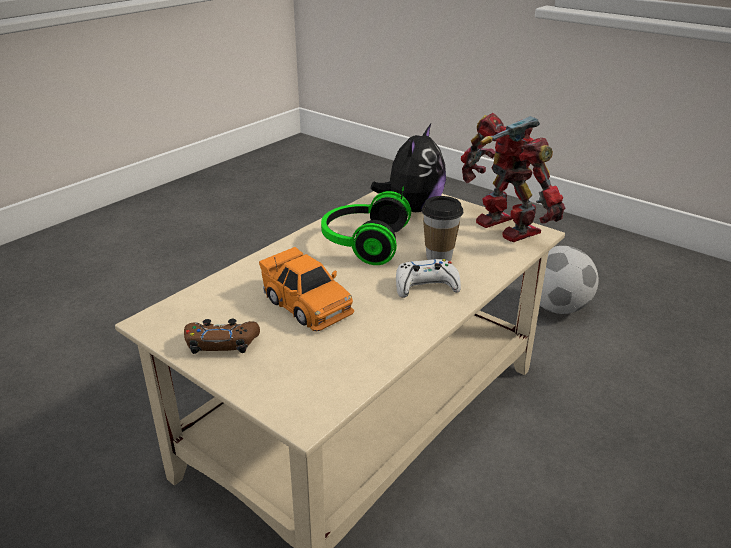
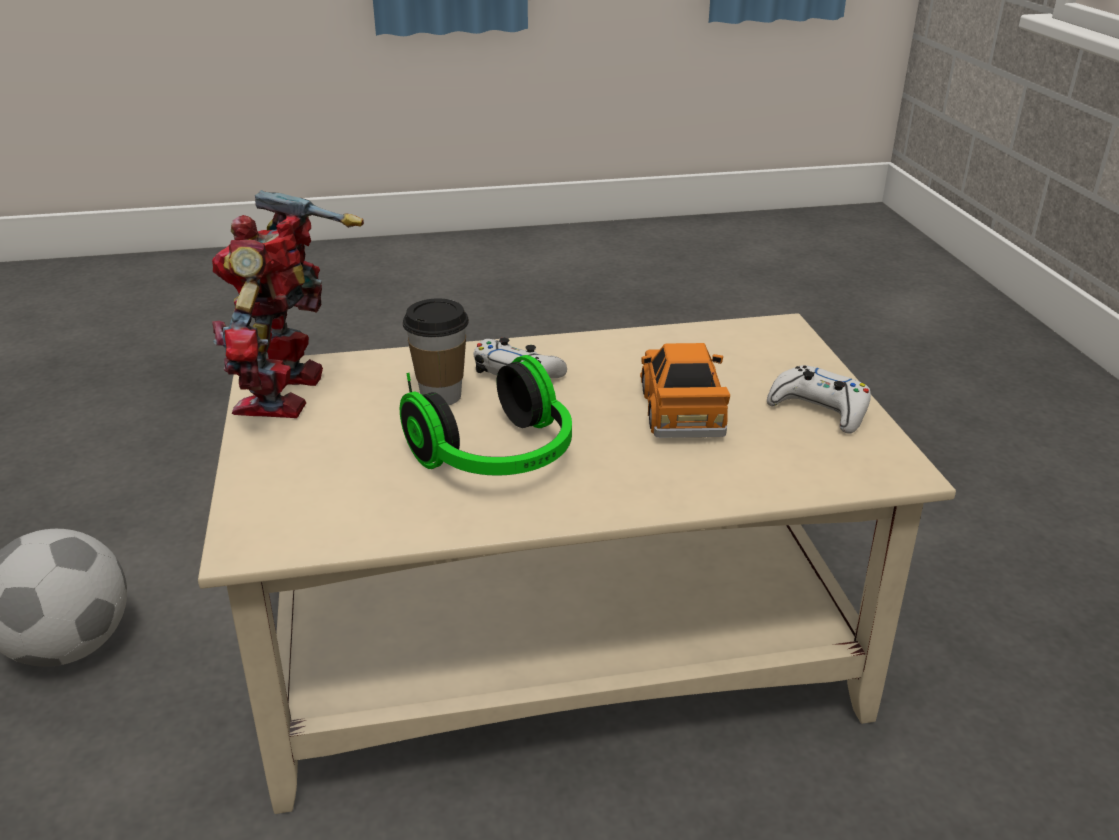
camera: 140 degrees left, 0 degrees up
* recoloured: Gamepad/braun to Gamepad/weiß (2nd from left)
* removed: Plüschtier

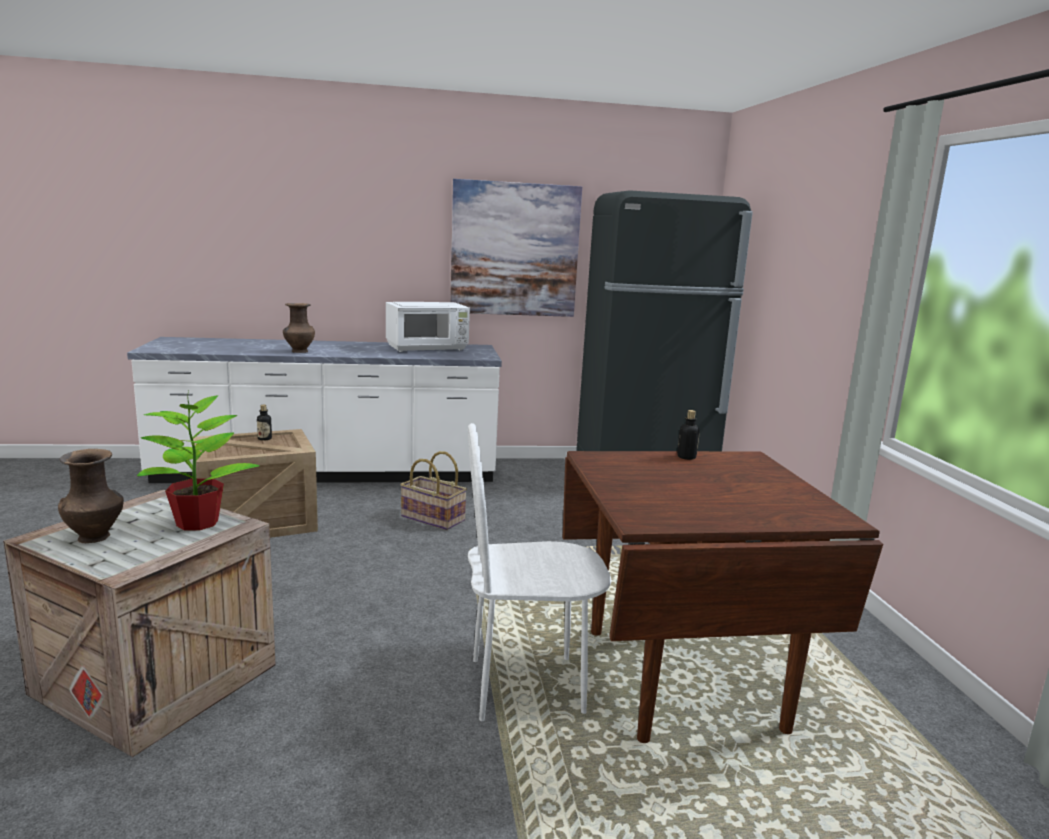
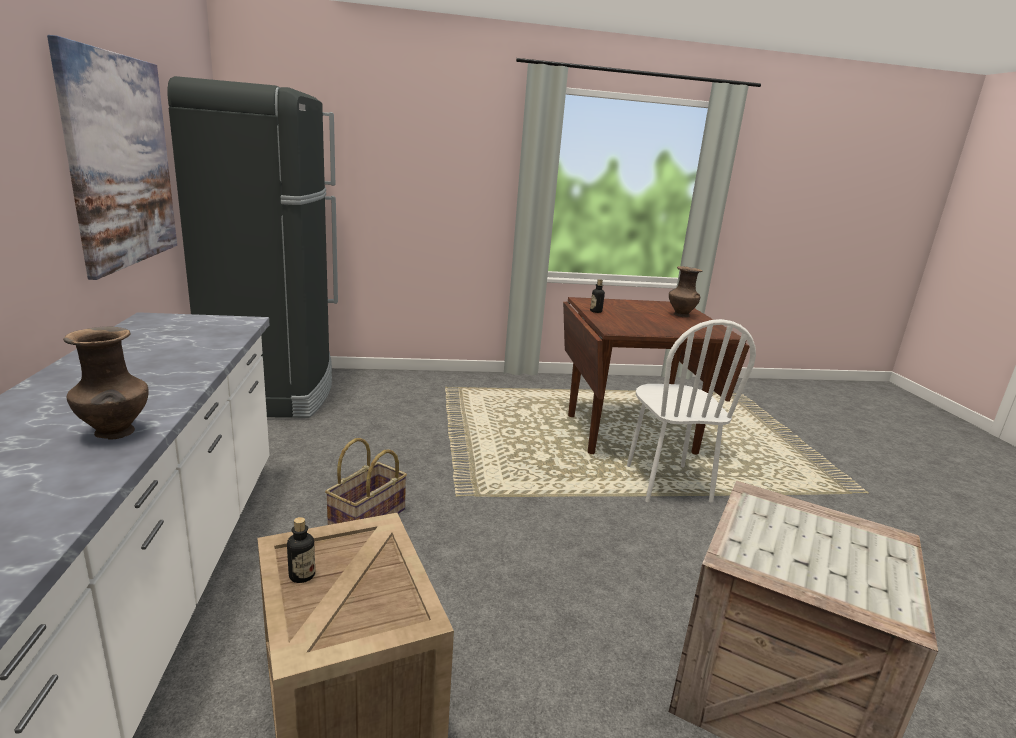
camera: 90 degrees left, 5 degrees up
* moved: Vase/braun (1st from left in the first image) to Vase/braun (2nd from left)
* removed: Topfpflanze
* removed: Mikrowelle/weiß

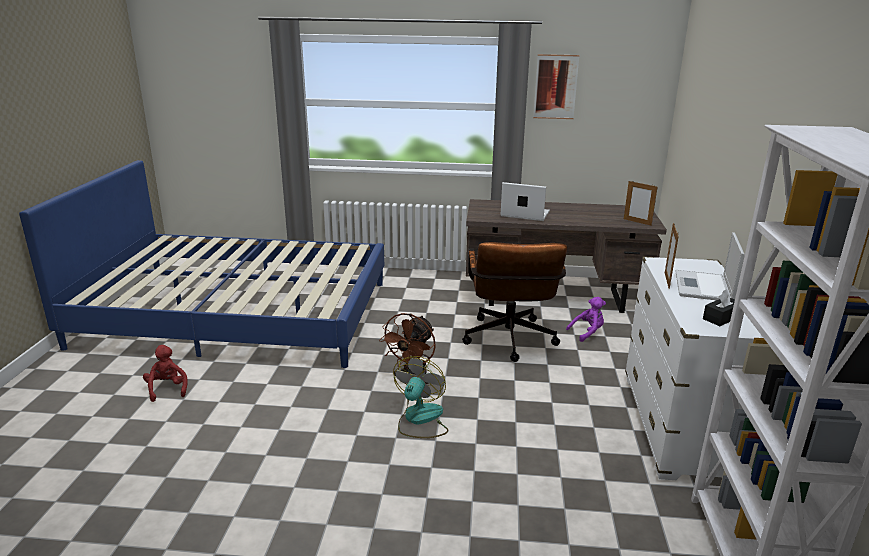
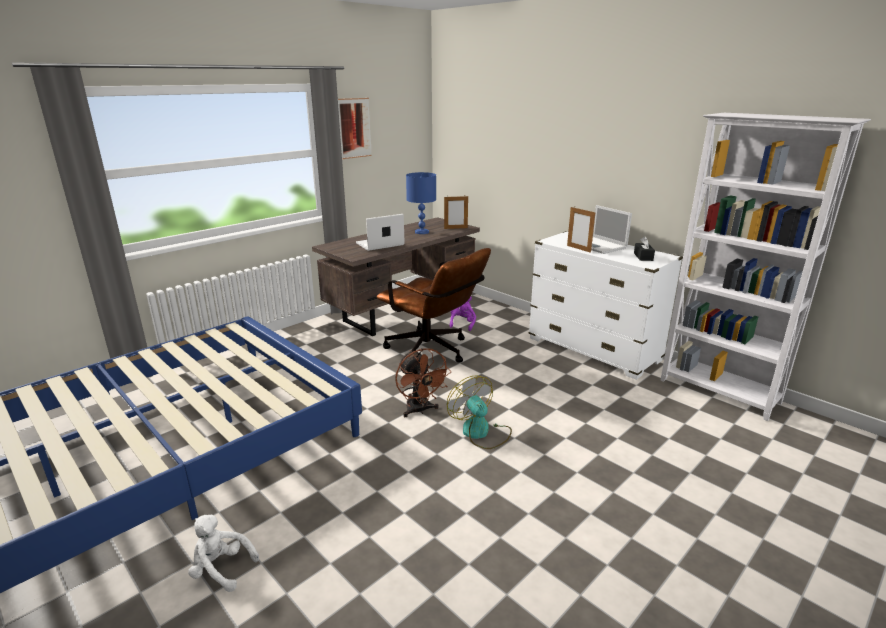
camera: 50 degrees left, 0 degrees up
* recoloured: Plüschtier/rot to Plüschtier/weiß
* added: Tischlampe/blau

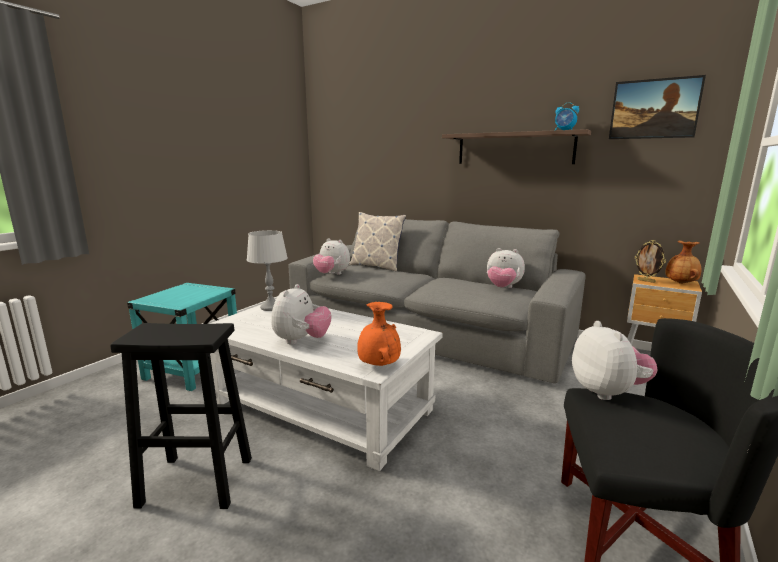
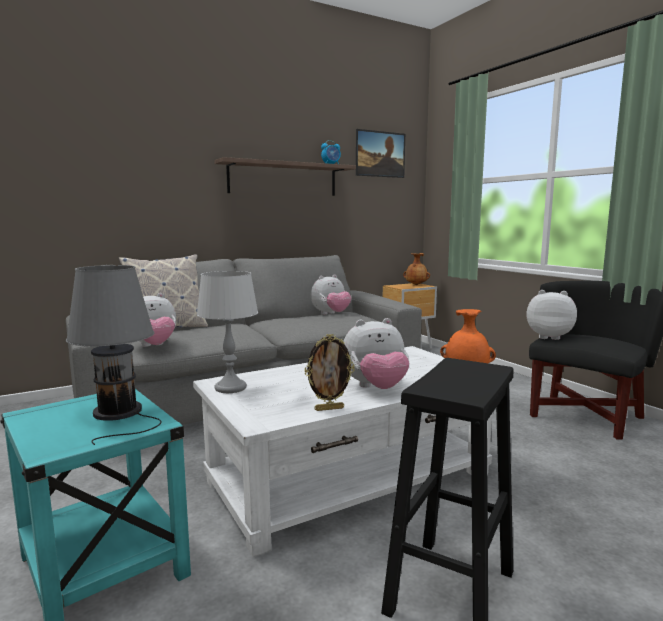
camera: 60 degrees left, 5 degrees down
* added: Tischlampe/grau (1st from left)
* moved: Bilderrahmen
* turned: Plüschtier (1st from left in the first image) 120 degrees clockwise

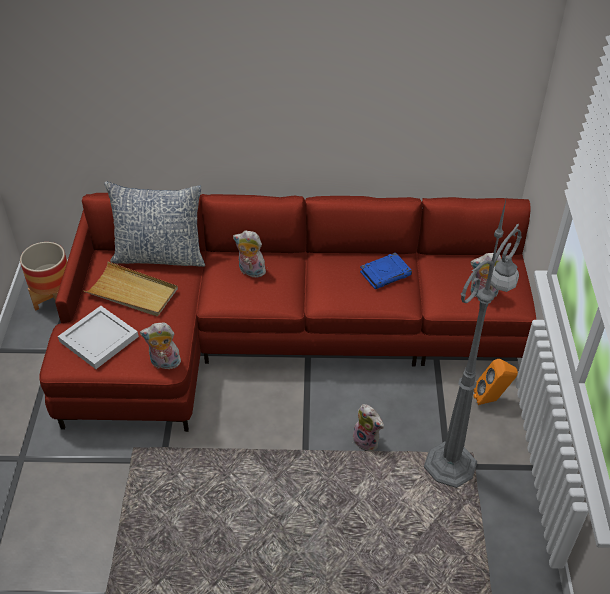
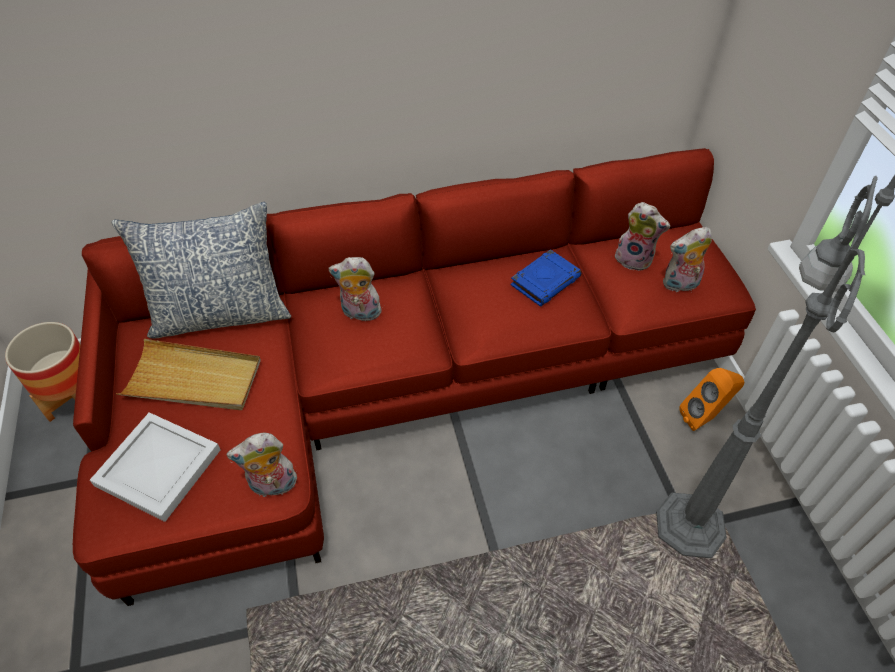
camera: 15 degrees left, 5 degrees up
* moved: Plüschtier (3rd from left)

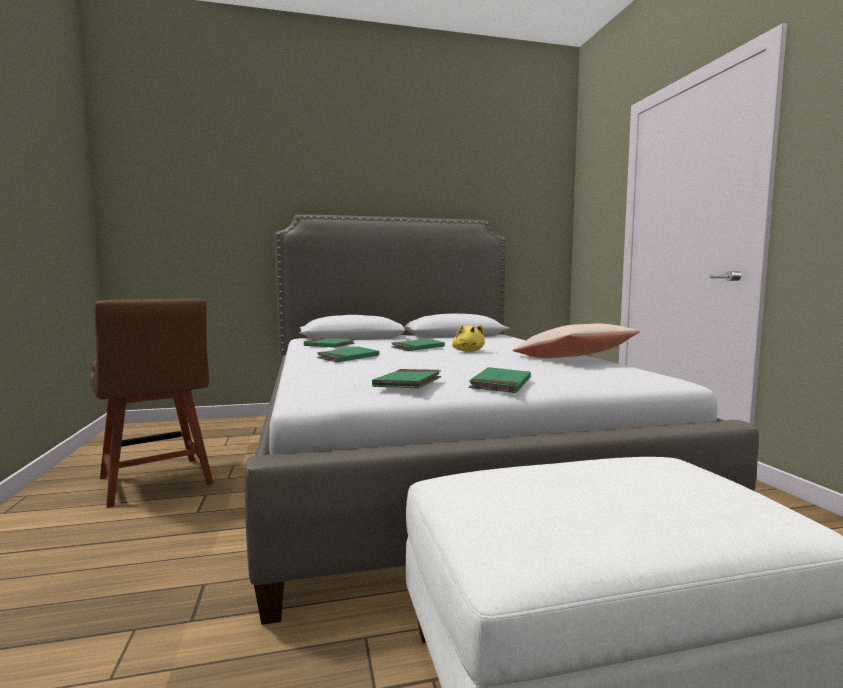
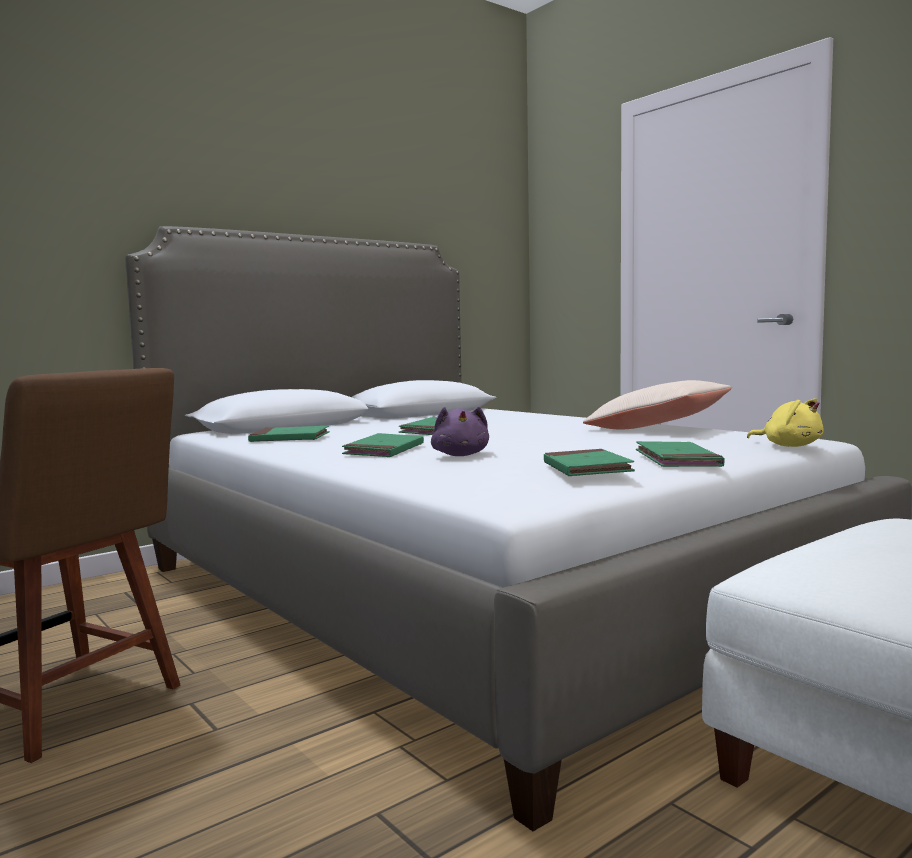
camera: 25 degrees left, 0 degrees up
* added: Plüschtier/lila
* moved: Plüschtier/gelb

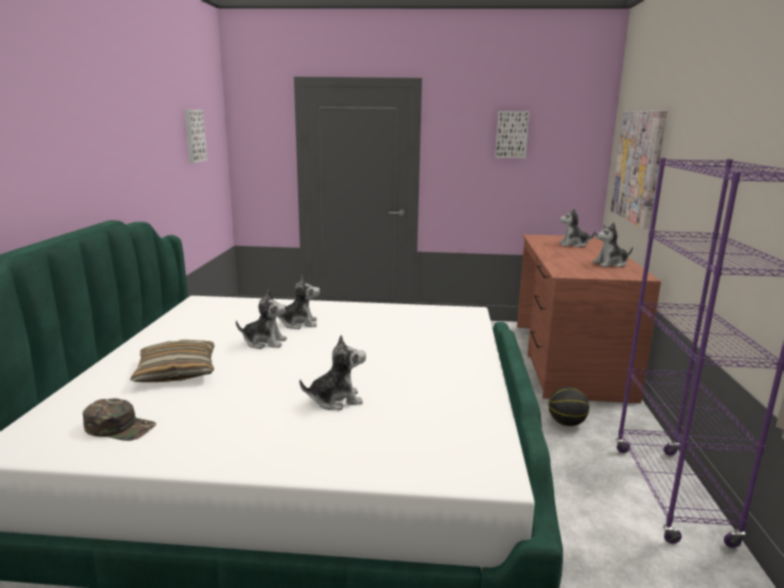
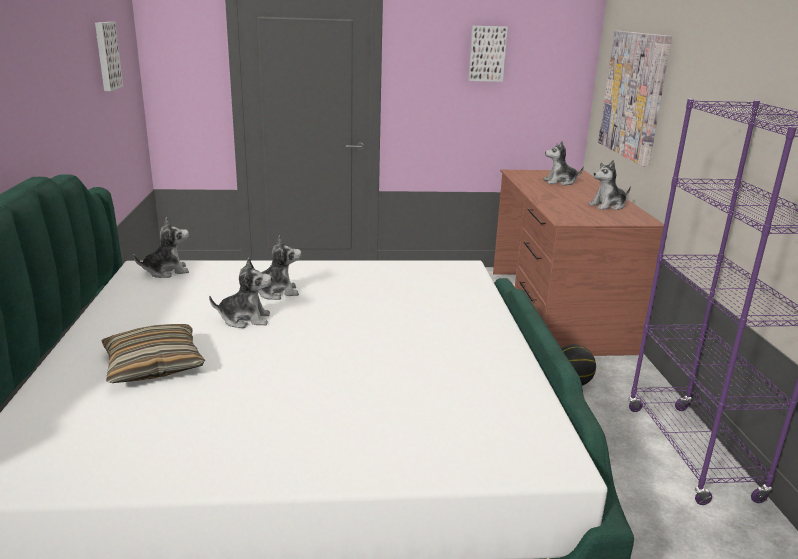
camera: 10 degrees left, 5 degrees up
* moved: Plüschtier (3rd from left in the first image) to Plüschtier (1st from left)
* removed: Kappe/grün

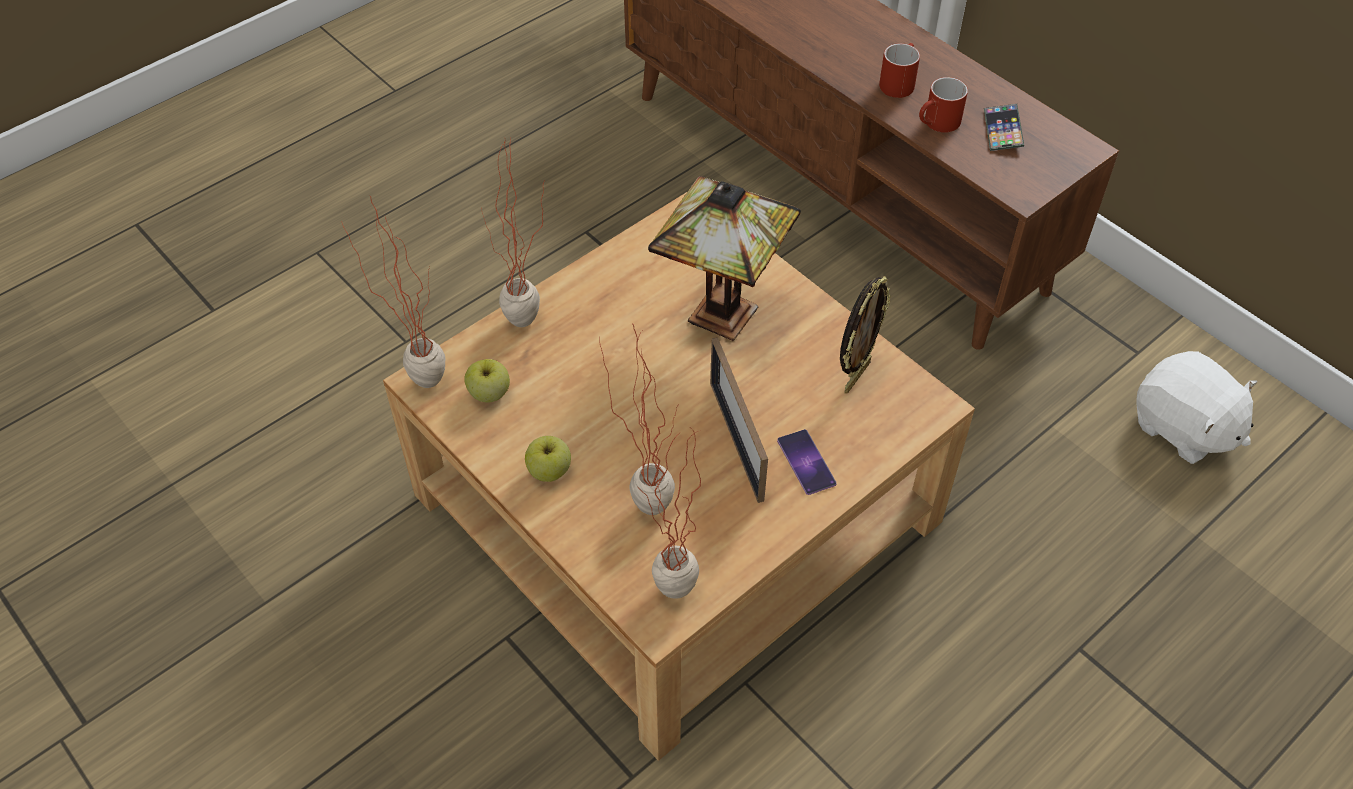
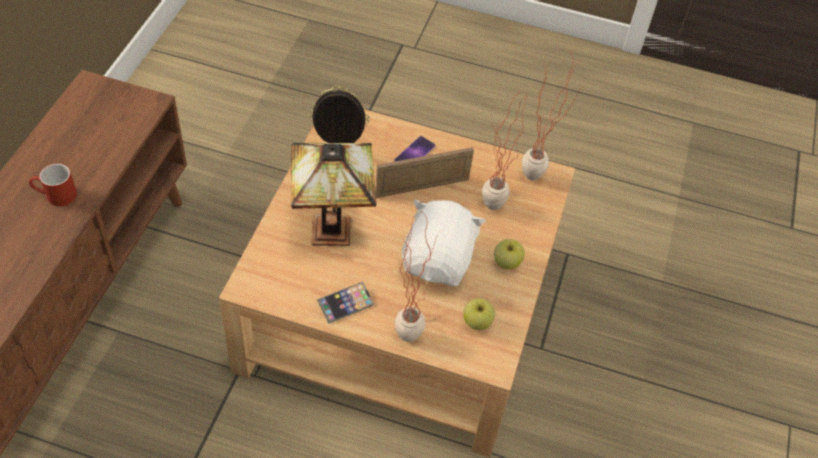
camera: 125 degrees left, 0 degrees up
* moved: Handy (2nd from left in the first image) to Handy (1st from left)
* turned: Bilderrahmen (1st from left in the first image) 150 degrees counterclockwise
* moved: Plüschtier/weiß
* removed: Topfpflanze (1st from left)
* removed: Henkelbecher/rot (2nd from left)

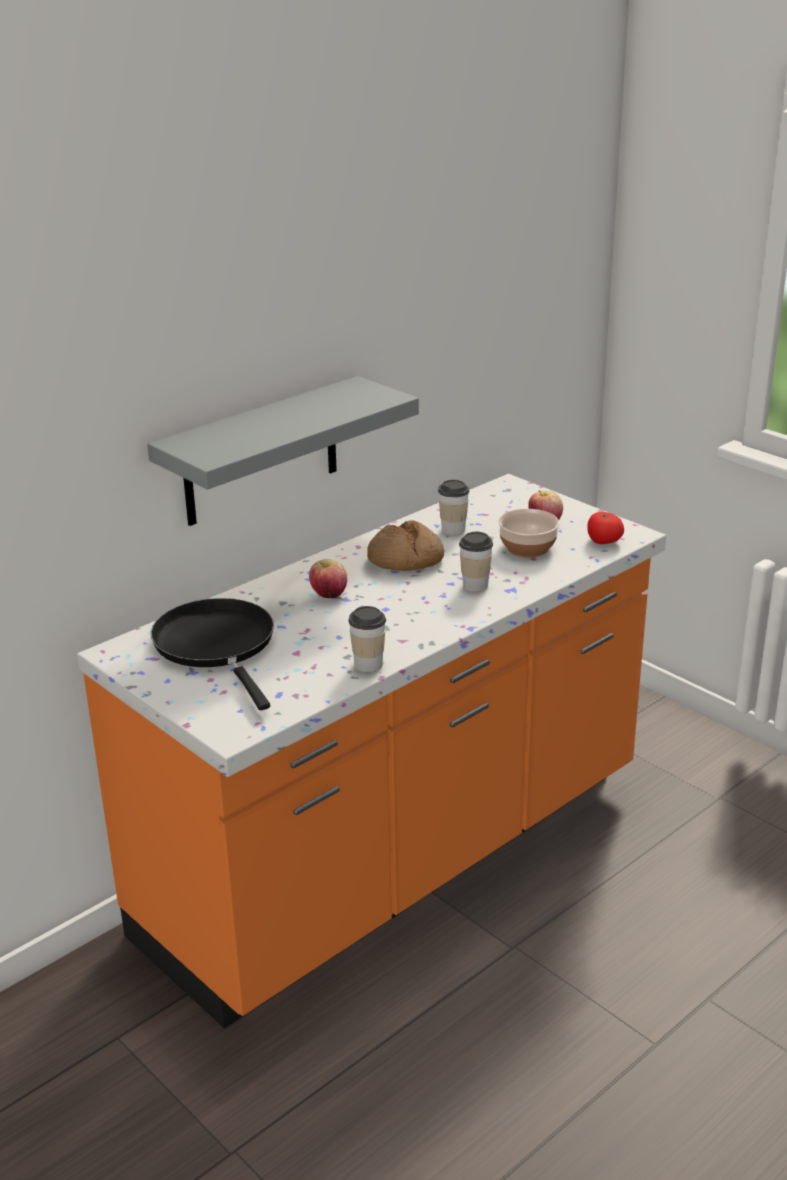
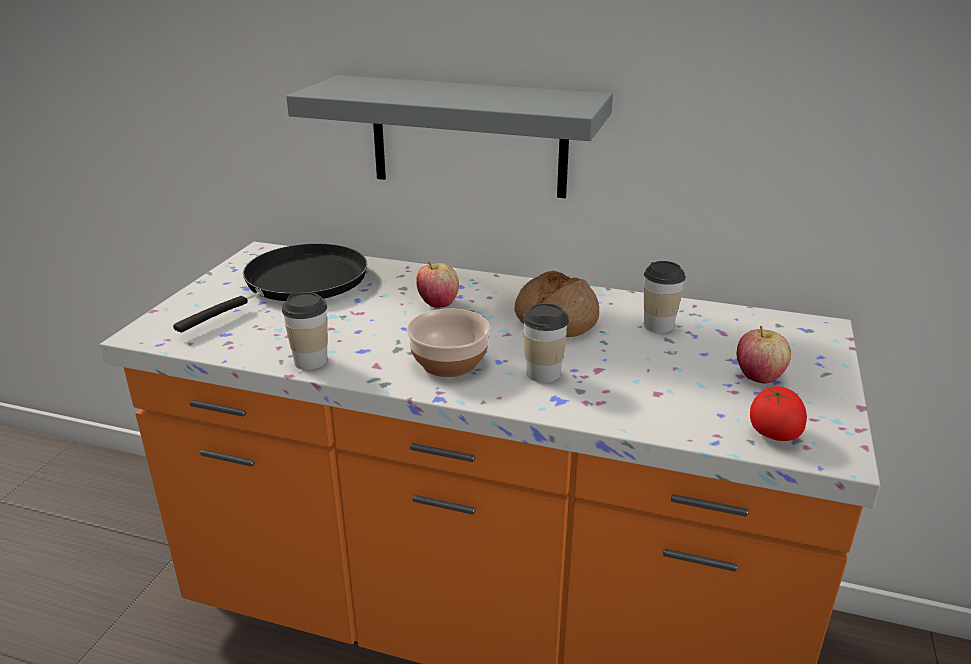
camera: 60 degrees right, 0 degrees up
* moved: Schüssel

